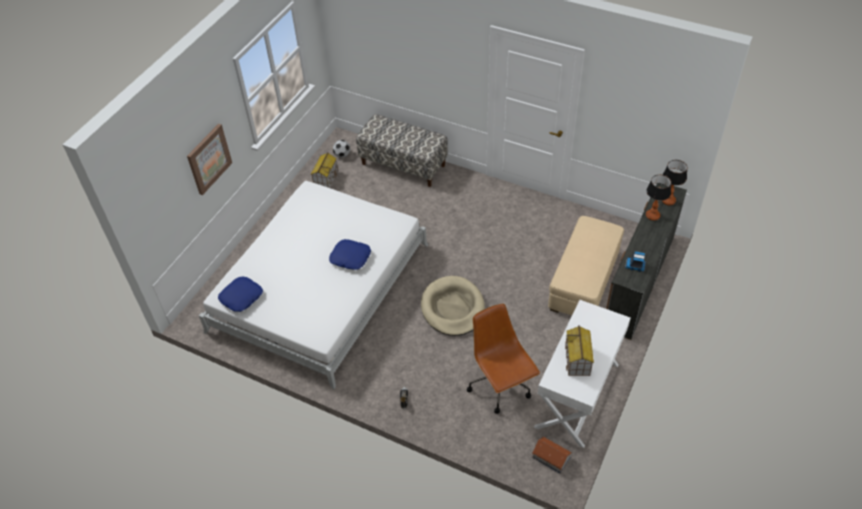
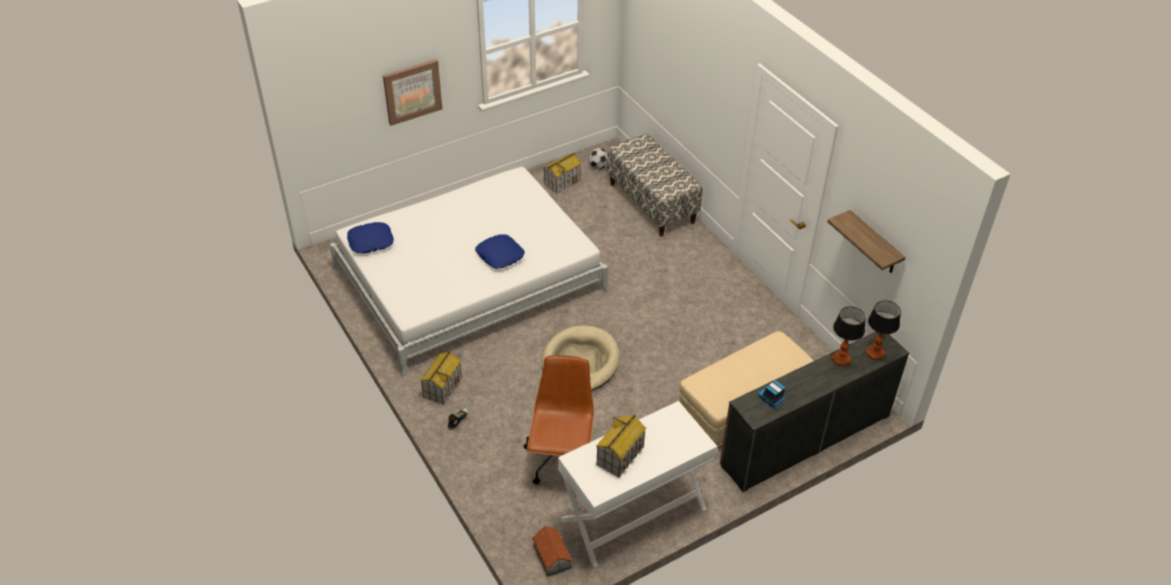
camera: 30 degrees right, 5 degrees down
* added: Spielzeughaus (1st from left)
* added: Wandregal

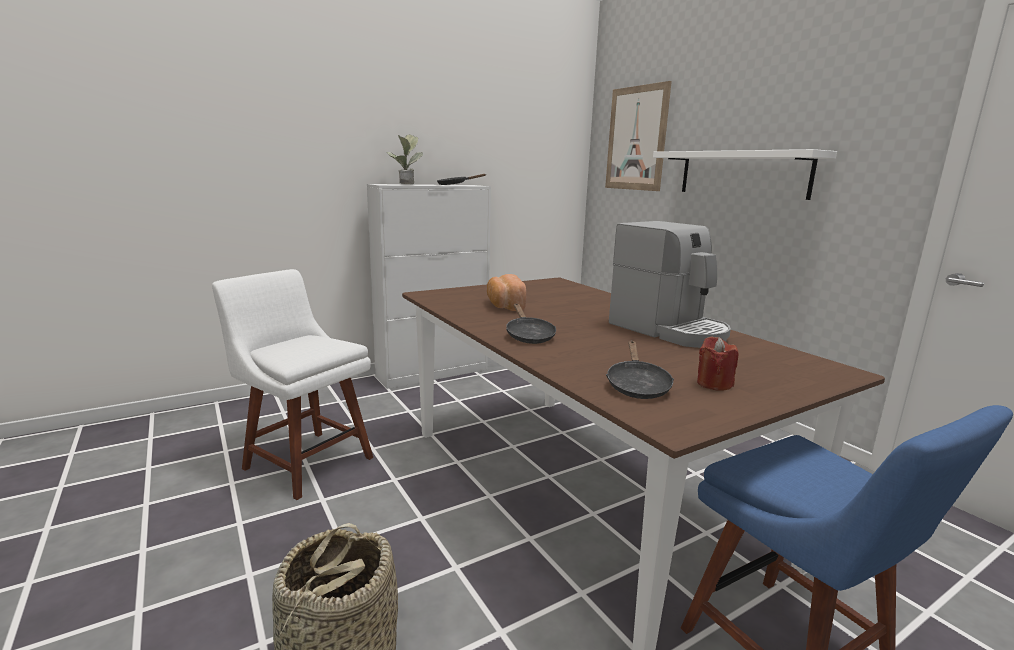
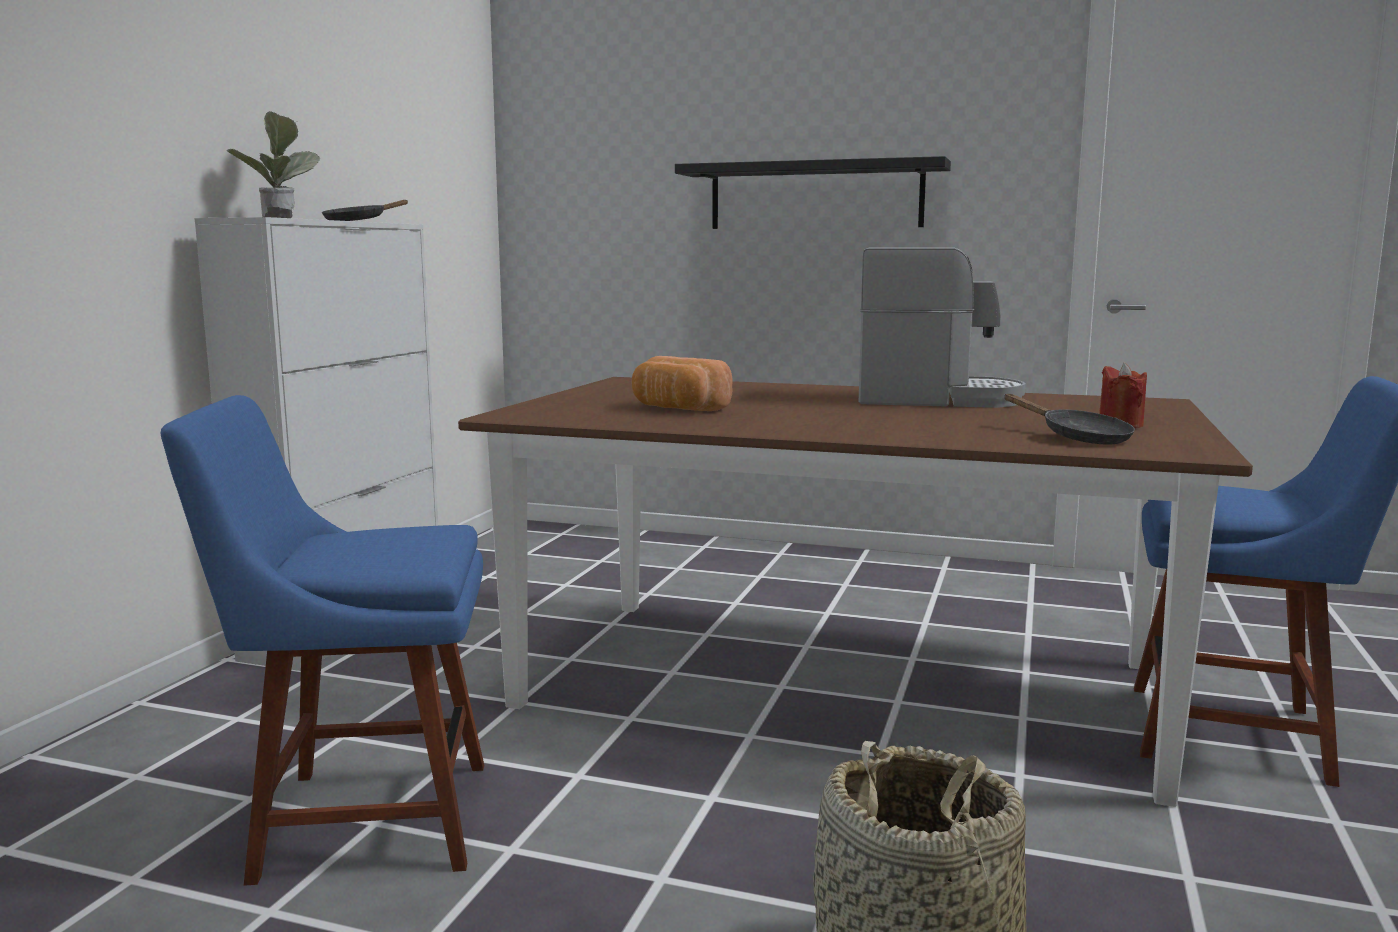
camera: 40 degrees left, 5 degrees down
* recoloured: Stuhl/weiß to Stuhl/blau (1st from left)
* recoloured: Wandregal/weiß to Wandregal/schwarz
* removed: Pfanne/schwarz (2nd from left)
* removed: Bild

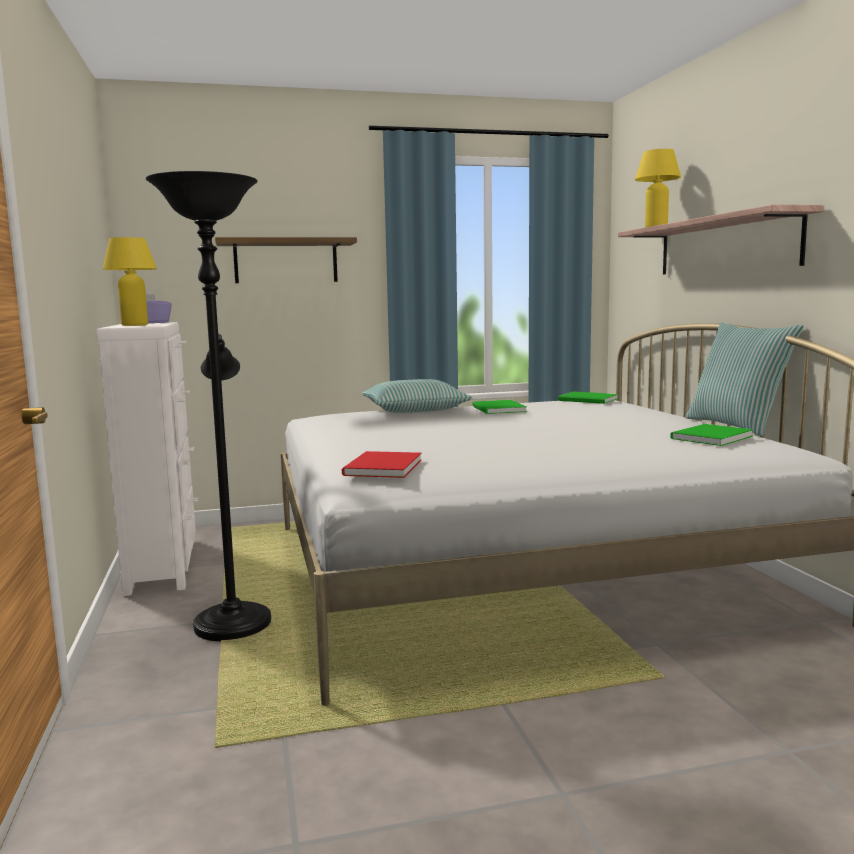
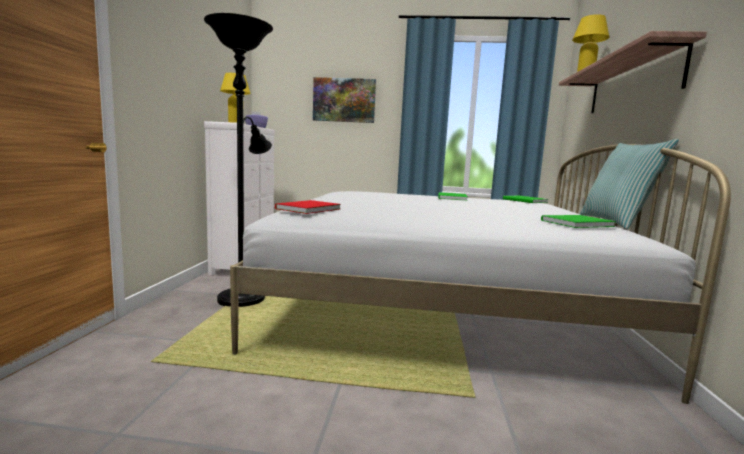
camera: 20 degrees right, 0 degrees up
* replaced: Wandregal (1st from left) to Bild
* removed: Kissen (1st from left)

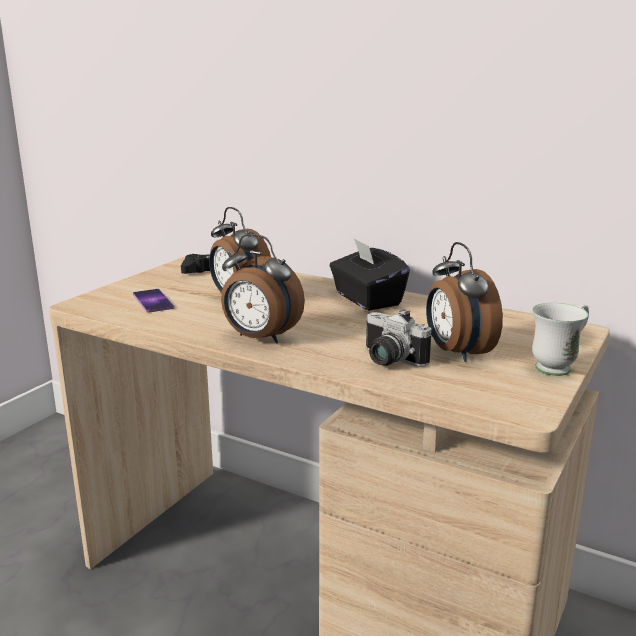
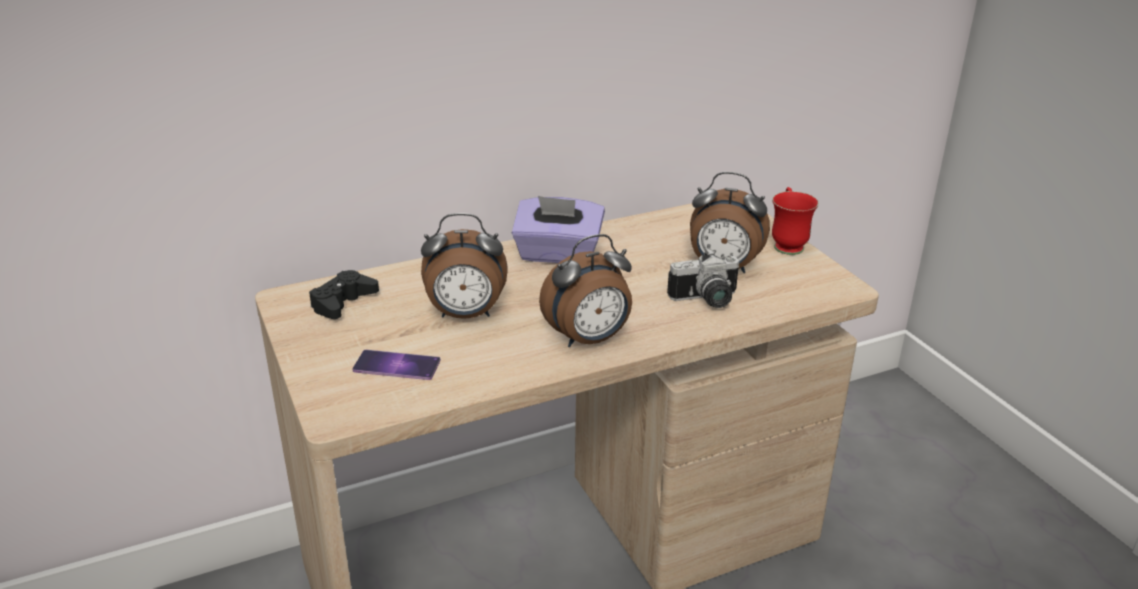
camera: 55 degrees left, 10 degrees up
* recoloured: Taschentuchbox/schwarz to Taschentuchbox/lila
* recoloured: Henkelbecher/weiß to Henkelbecher/rot

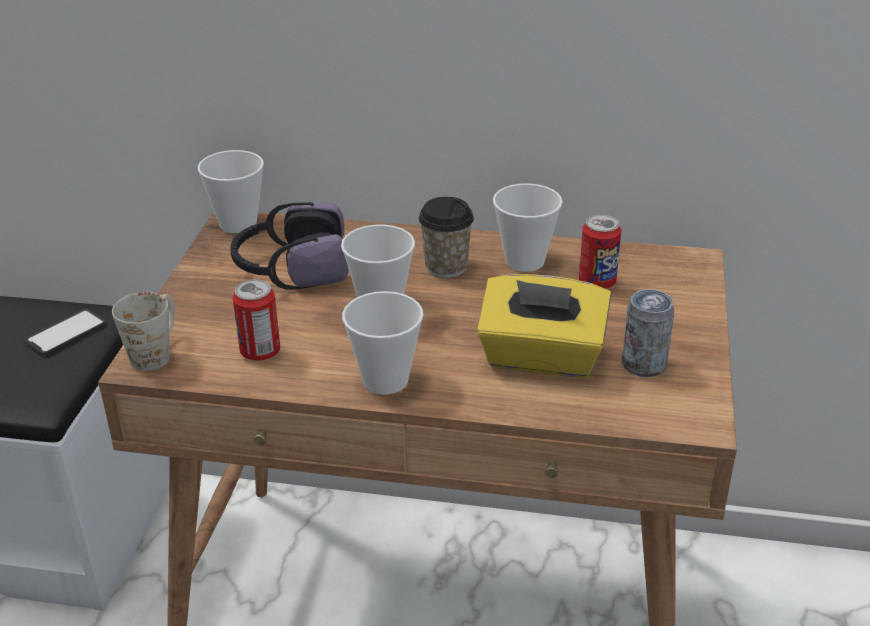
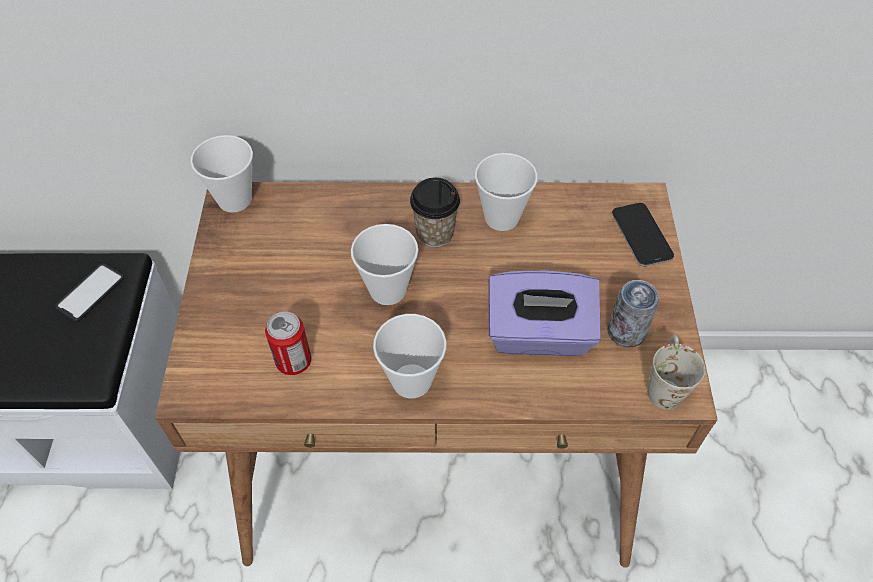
camera: 10 degrees left, 20 degrees up
* recoloured: Taschentuchbox/gelb to Taschentuchbox/lila
* added: Handy (2nd from left)
* moved: Henkelbecher/weiß
* removed: Kopfhörer
* removed: Dose (2nd from left)

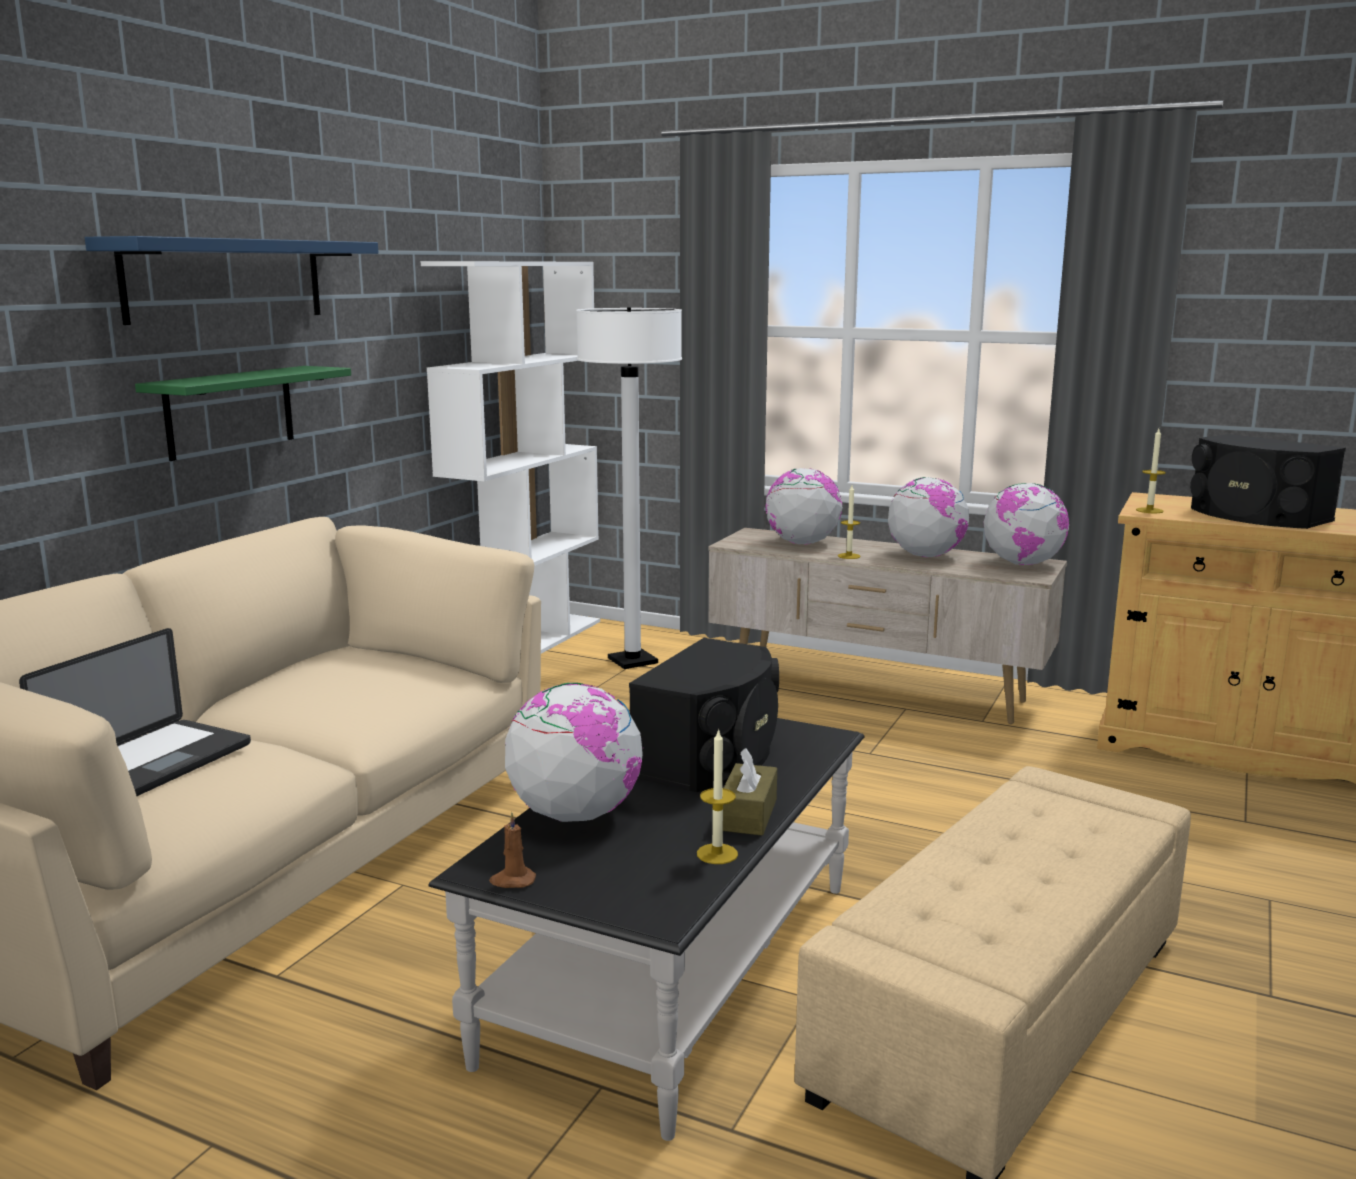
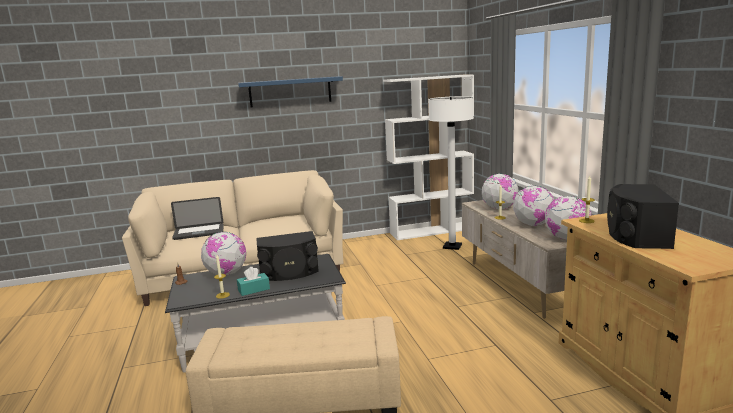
camera: 50 degrees right, 0 degrees up
* recoloured: Taschentuchbox/braun to Taschentuchbox/türkis
* removed: Wandregal/grün

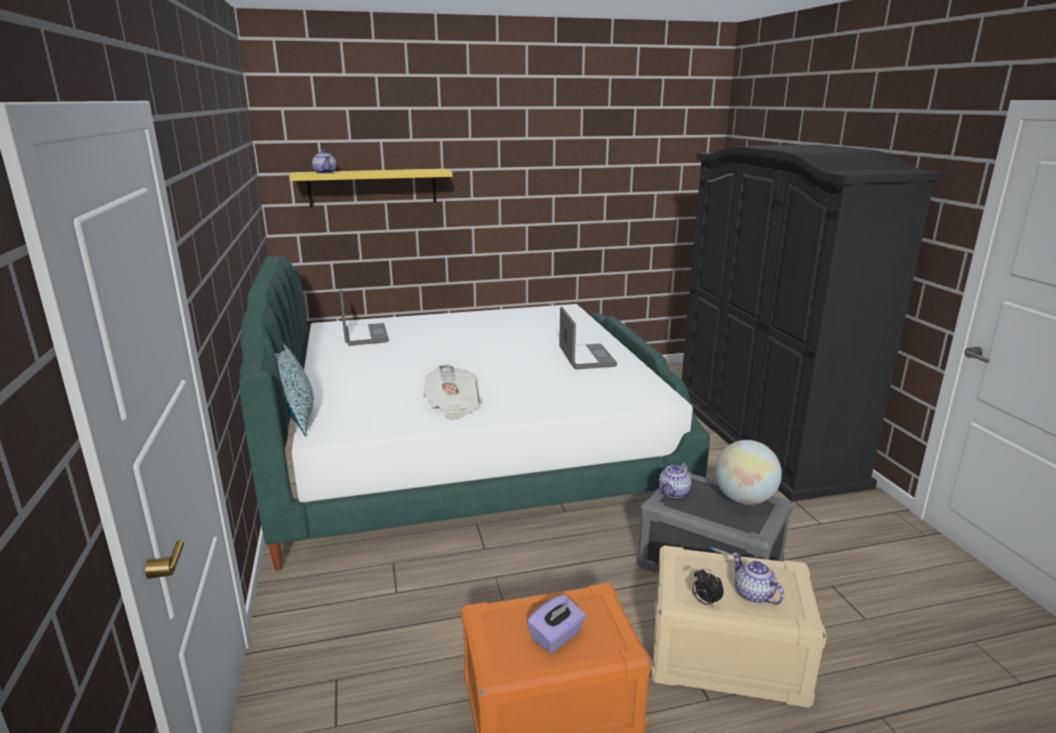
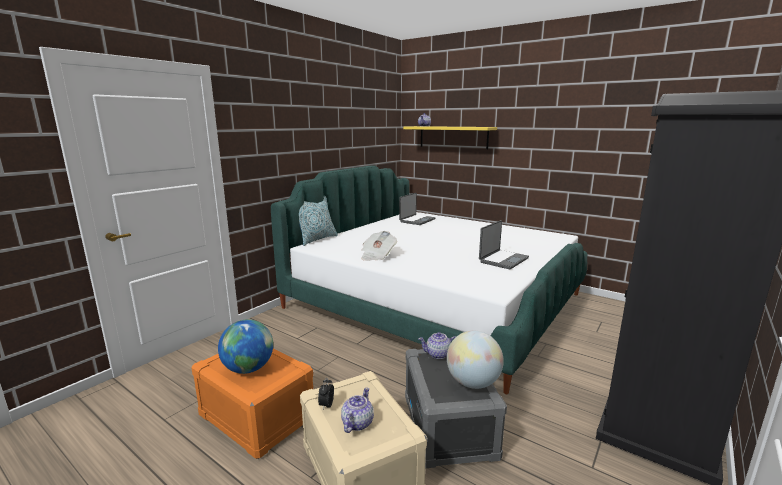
camera: 50 degrees right, 5 degrees down
* replaced: Taschentuchbox/lila to Globus (1st from left)

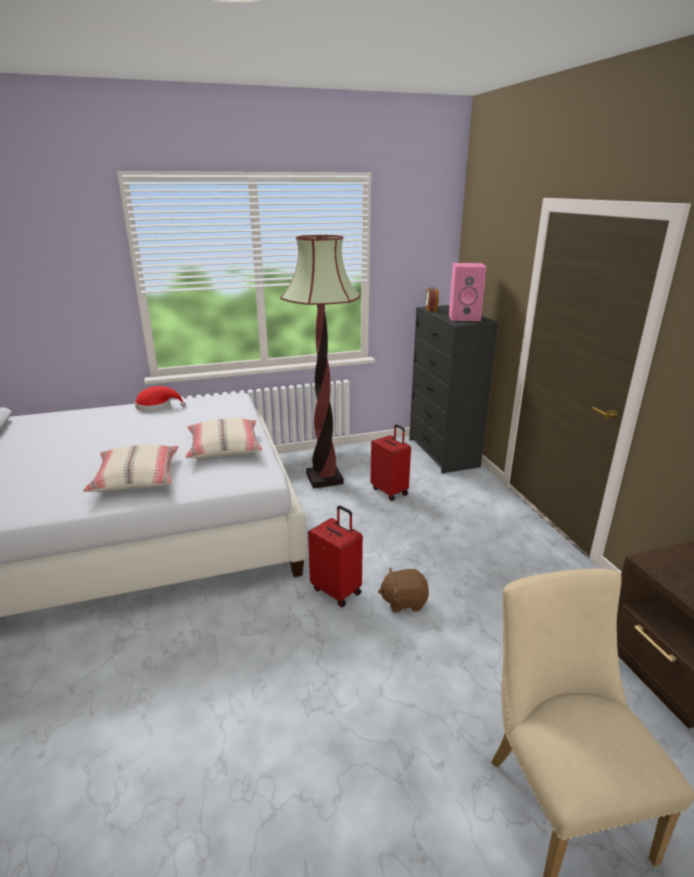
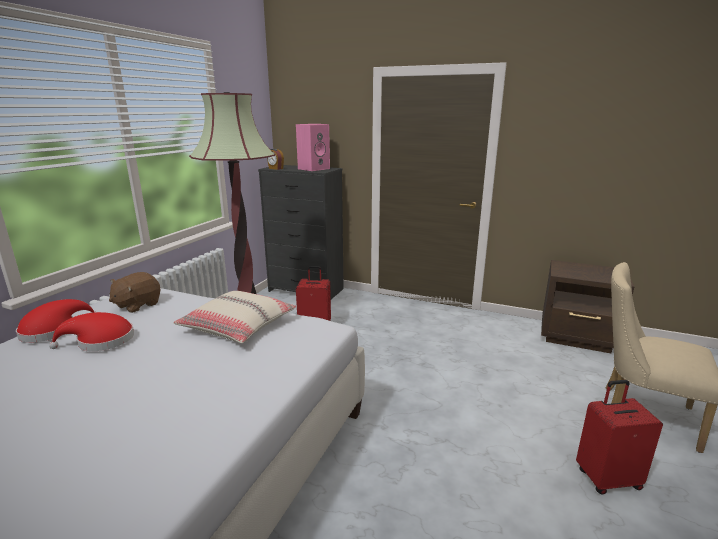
camera: 50 degrees left, 5 degrees down
* added: Hut/rot (2nd from left)
* moved: Plüschtier/braun
* moved: Koffer/rot (1st from left in the first image) to Koffer/rot (2nd from left)
* removed: Kissen/beige (1st from left)

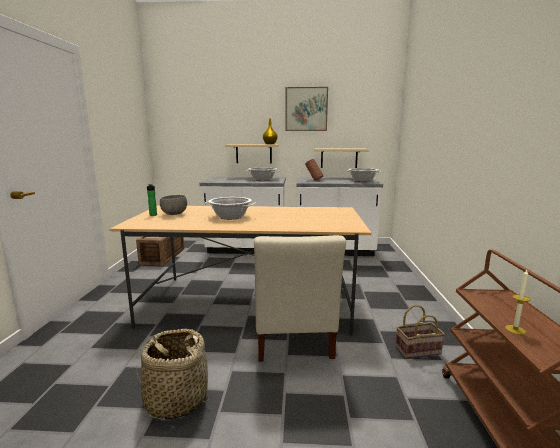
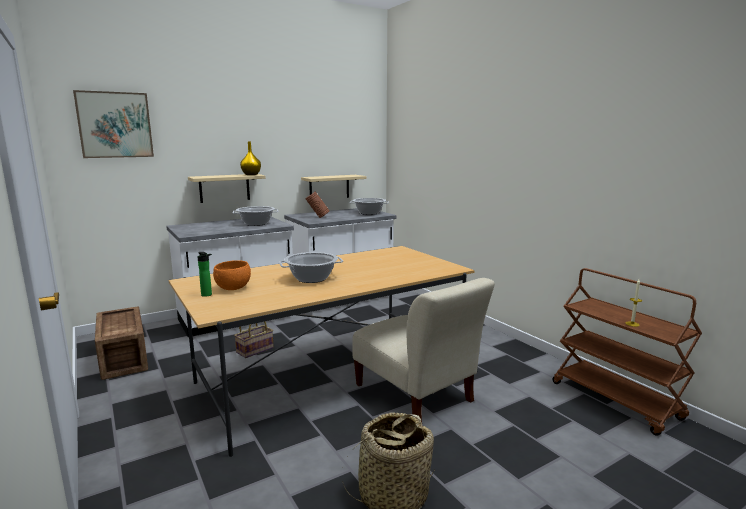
camera: 35 degrees left, 0 degrees up
* moved: Bild
* recoloured: Schüssel/grau to Schüssel/orange
* moved: Korb (2nd from left in the first image) to Korb (1st from left)

